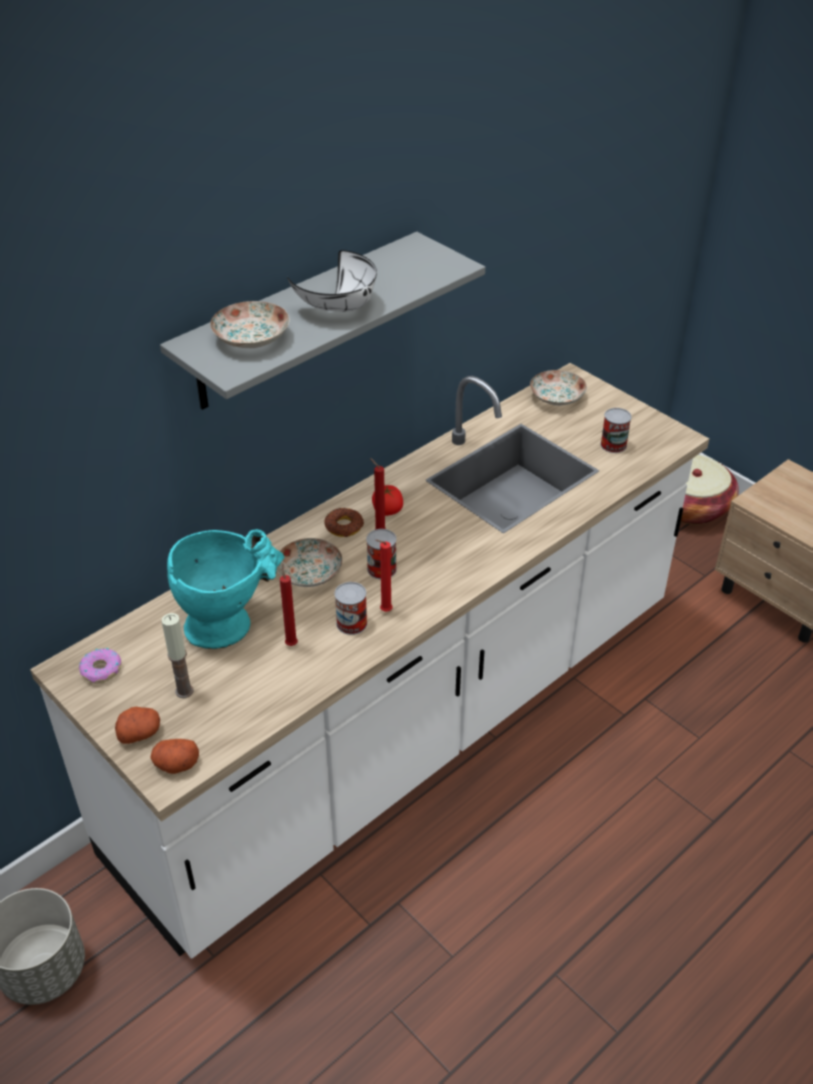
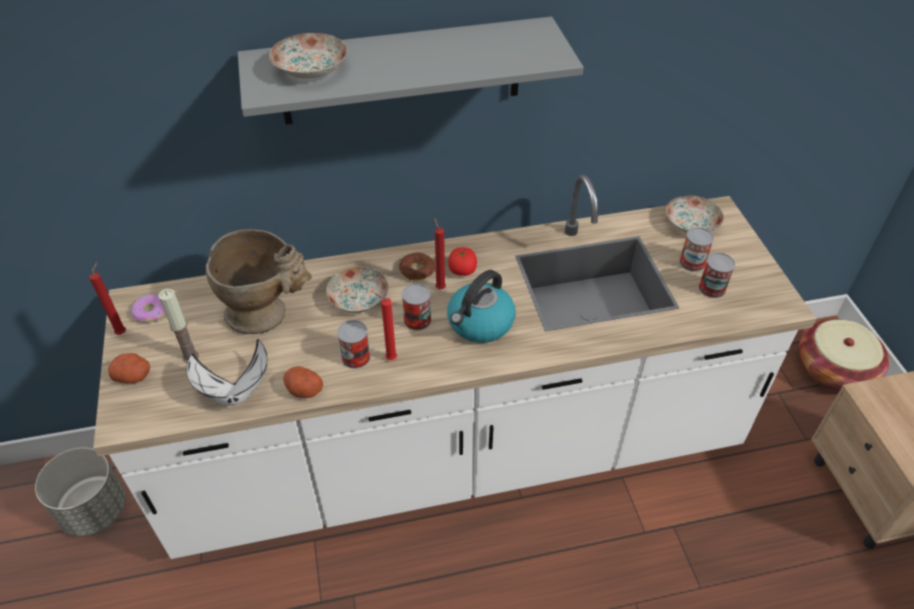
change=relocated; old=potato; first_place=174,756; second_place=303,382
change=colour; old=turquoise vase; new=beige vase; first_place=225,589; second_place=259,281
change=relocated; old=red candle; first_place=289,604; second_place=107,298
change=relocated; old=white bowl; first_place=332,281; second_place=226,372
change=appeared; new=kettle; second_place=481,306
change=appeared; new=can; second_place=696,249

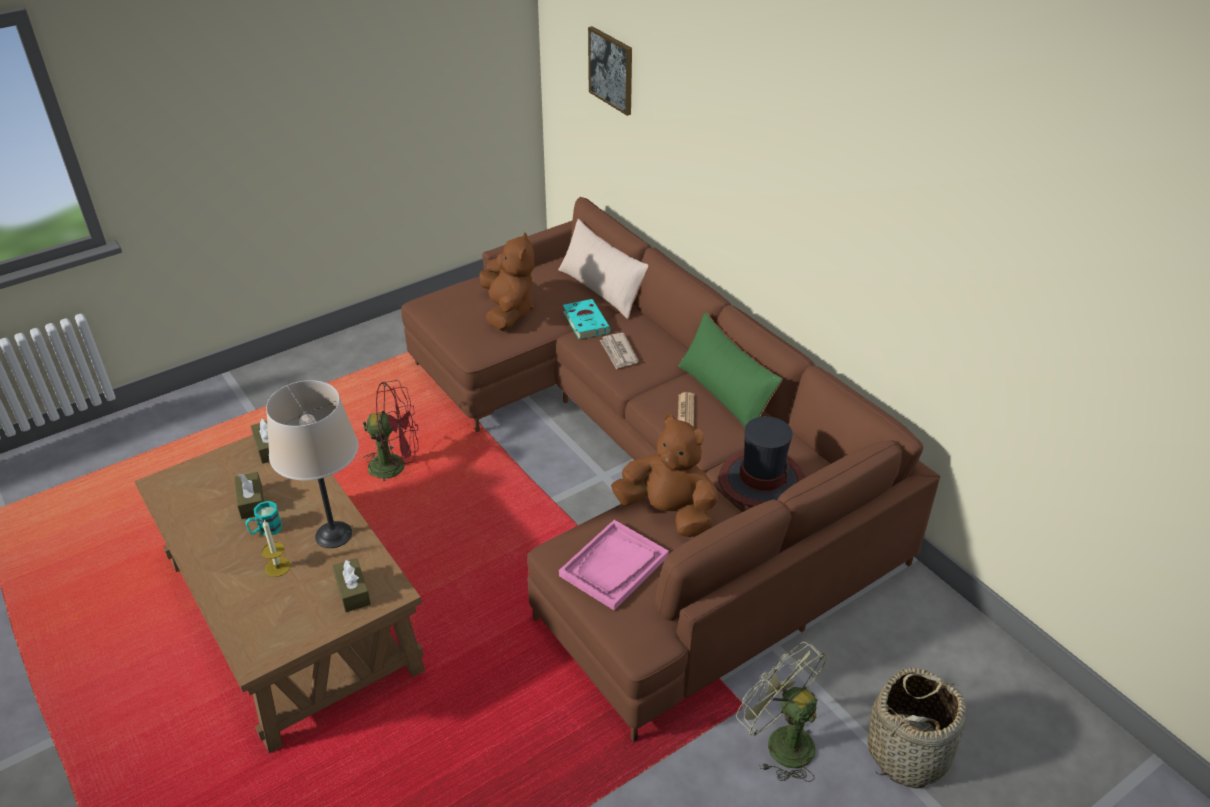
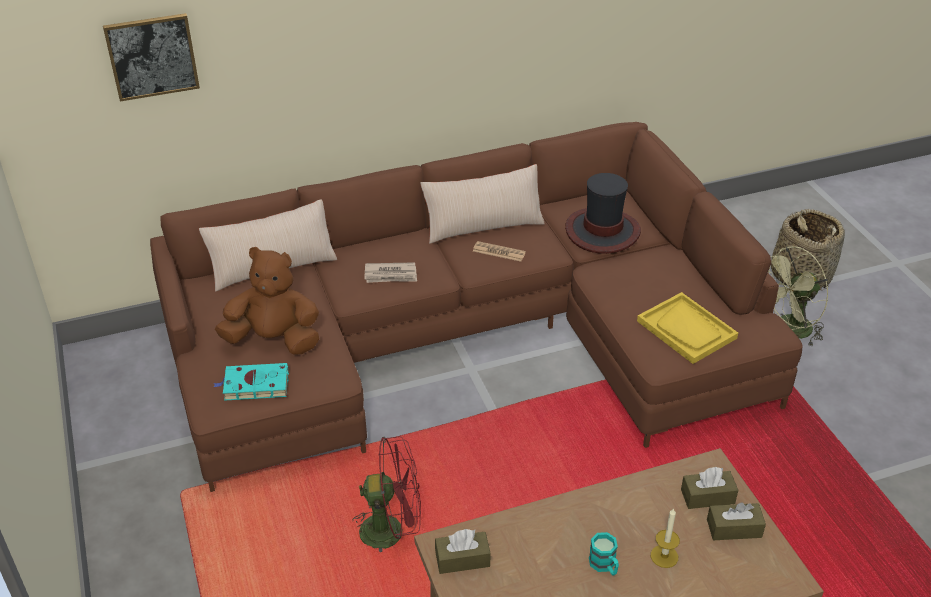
change=relocated; old=brown tissue box; first_place=249,495; second_place=736,521
change=missing; old=beige table lamp; first_place=312,464
change=spun; old=red fan; first_place=390,430; second_place=387,494; degrees=75
change=colour; old=pink tray; new=yellow tray; first_place=614,565; second_place=687,328
change=relocated; old=turquoise book; first_place=587,319; second_place=251,382
change=missing; old=brown plush toy; first_place=664,475
change=colour; old=green pillow; new=beige pillow; first_place=730,370; second_place=482,204

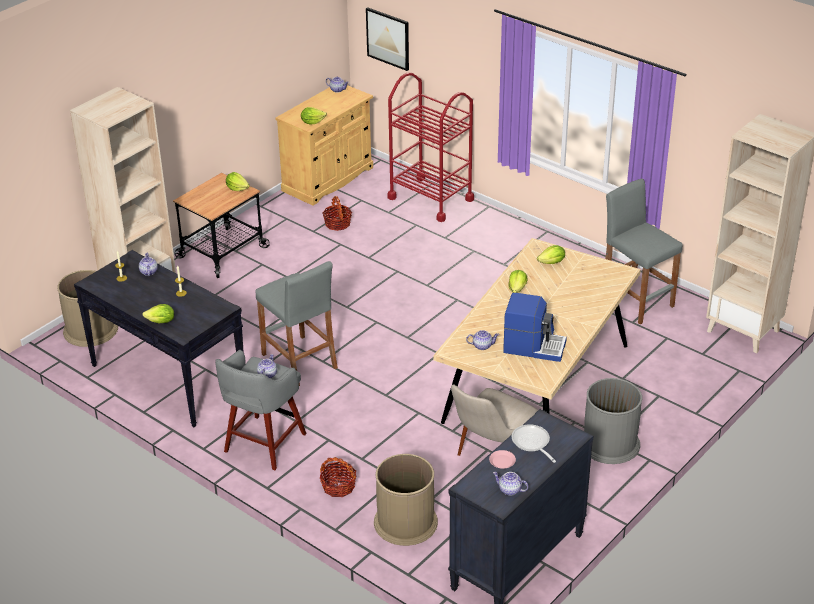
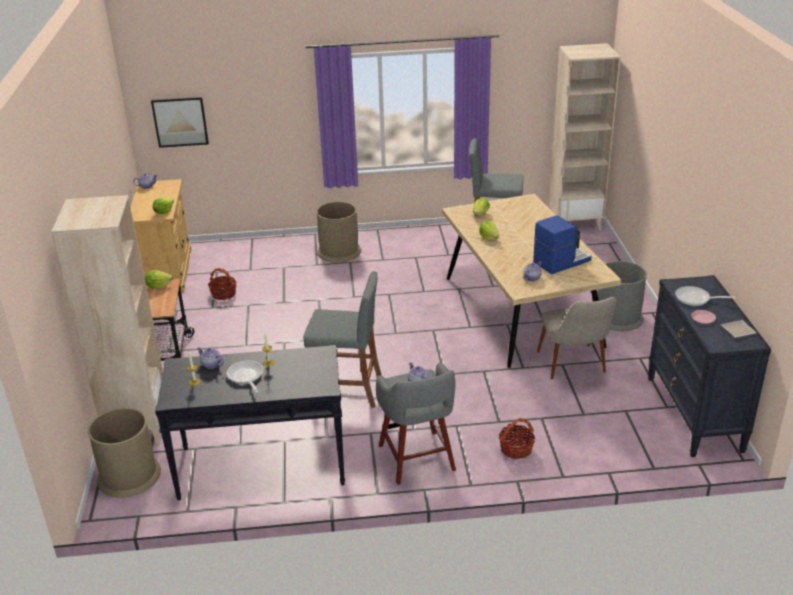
change=missing; old=lettuce; first_place=158,313
change=relocated; old=brown trash can; first_place=406,500; second_place=338,232
change=missing; old=red cart; first_place=431,147
change=exchanged; old=teapot; new=plate; first_place=511,484; second_place=739,329
change=appeared; new=frying pan; second_place=245,377

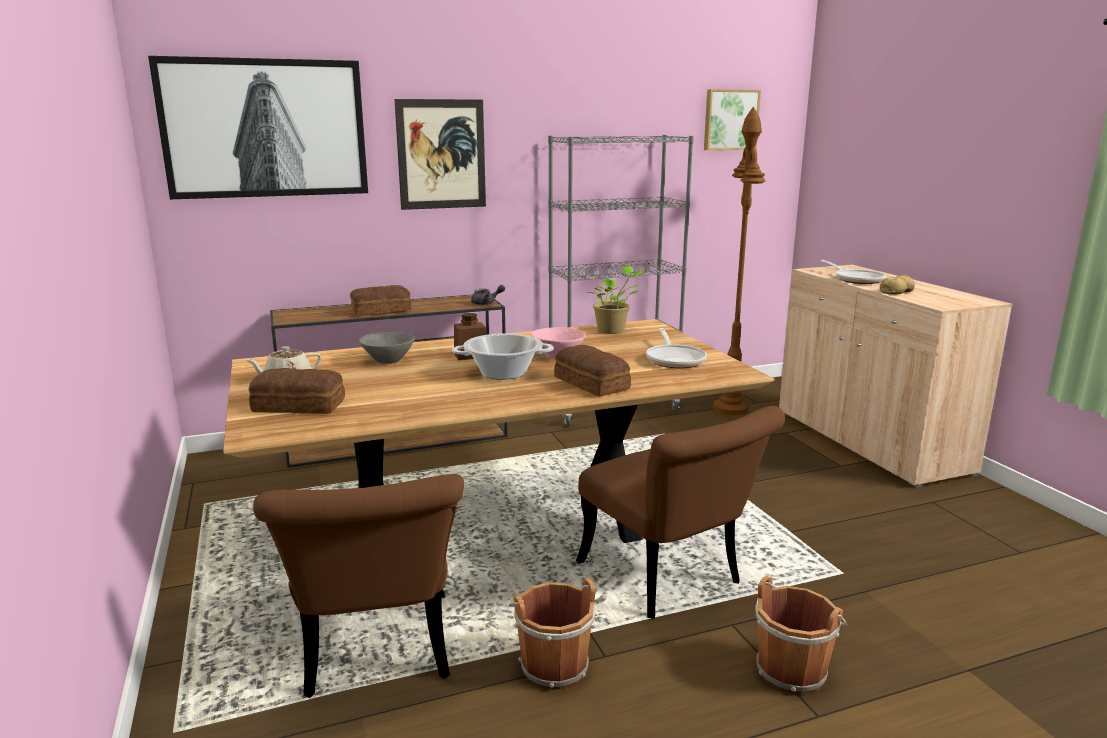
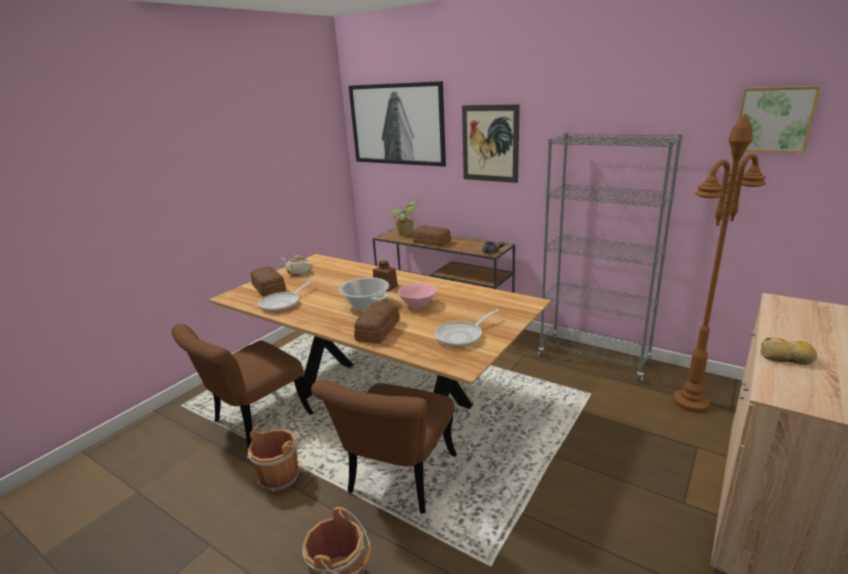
change=missing; old=grey bowl; first_place=387,348
change=relocated; old=potted plant; first_place=616,300; second_place=404,218
change=relocated; old=frying pan; first_place=853,272; second_place=286,296

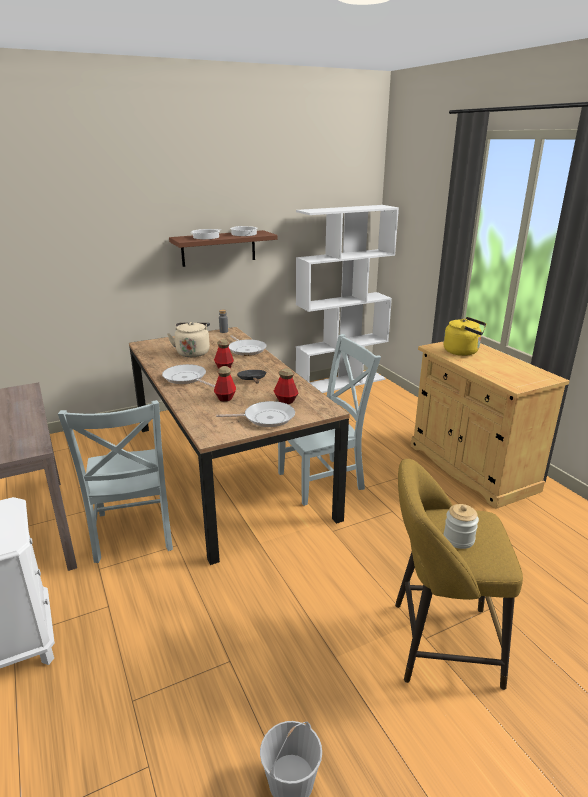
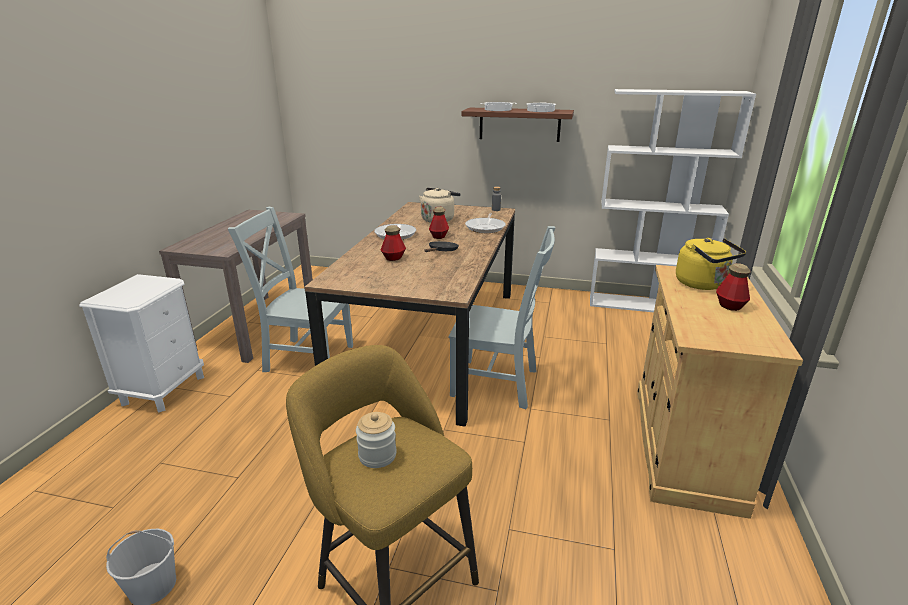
change=spun; old=grey chair; first_place=115,481; second_place=290,289; degrees=75
change=missing; old=frying pan; first_place=255,414
change=relocated; old=bottle; first_place=286,386; second_place=733,287

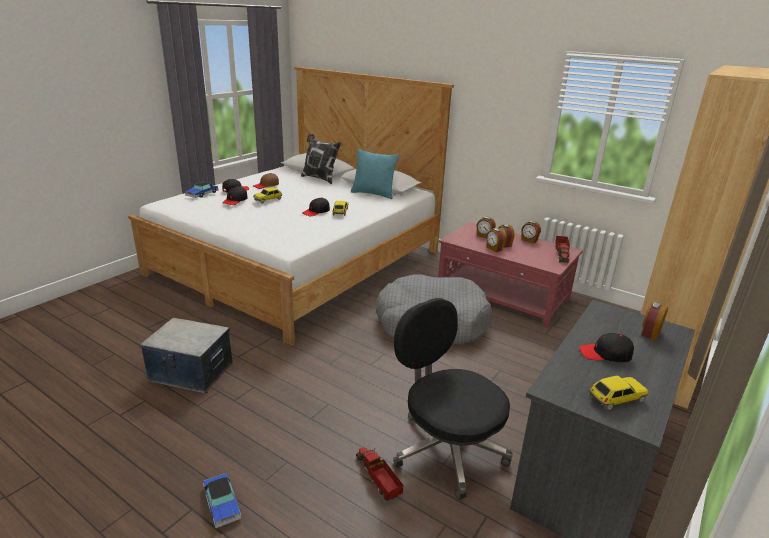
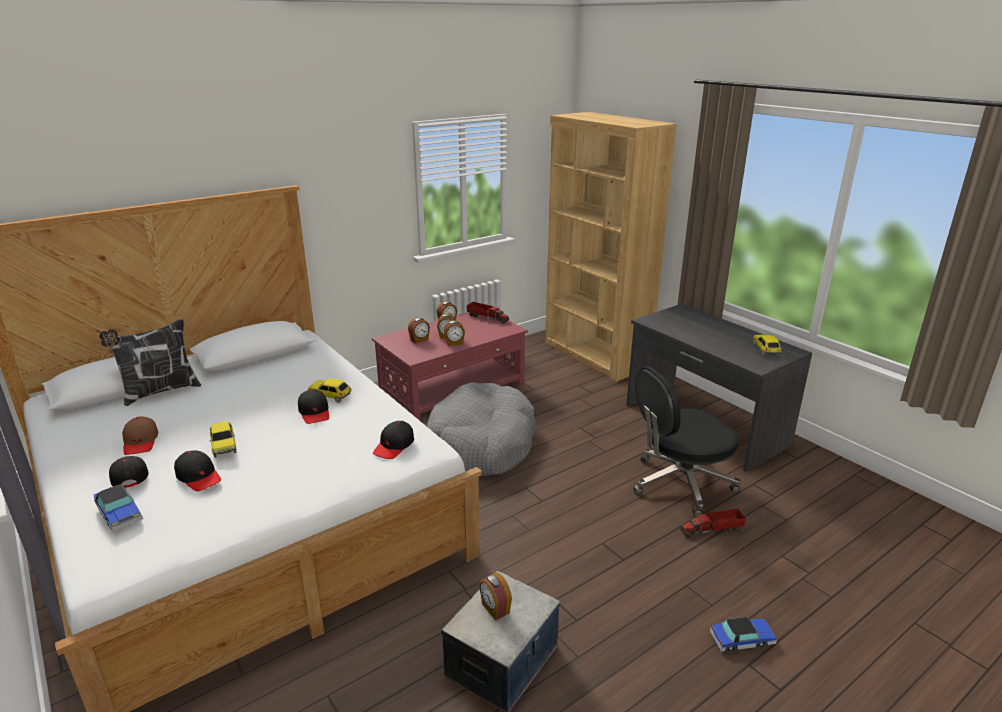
change=missing; old=turquoise pillow; first_place=375,174
change=relocated; old=black cap; first_place=606,348; second_place=393,440
change=relocated; old=alarm clock; first_place=654,321; second_place=495,596

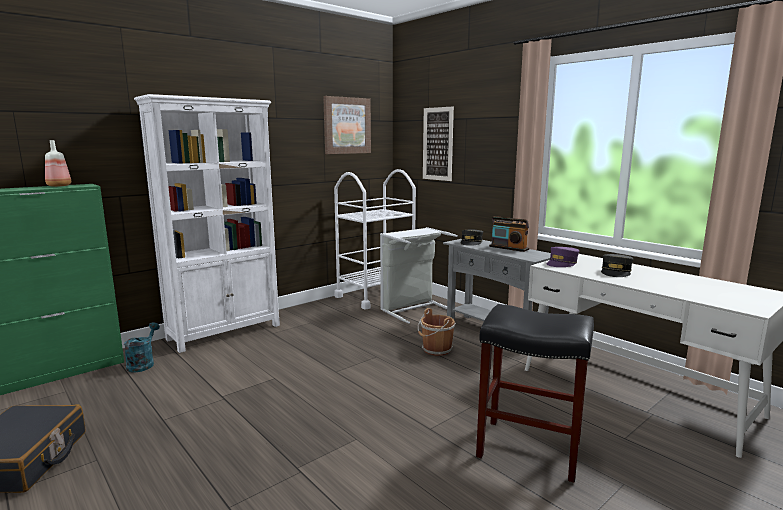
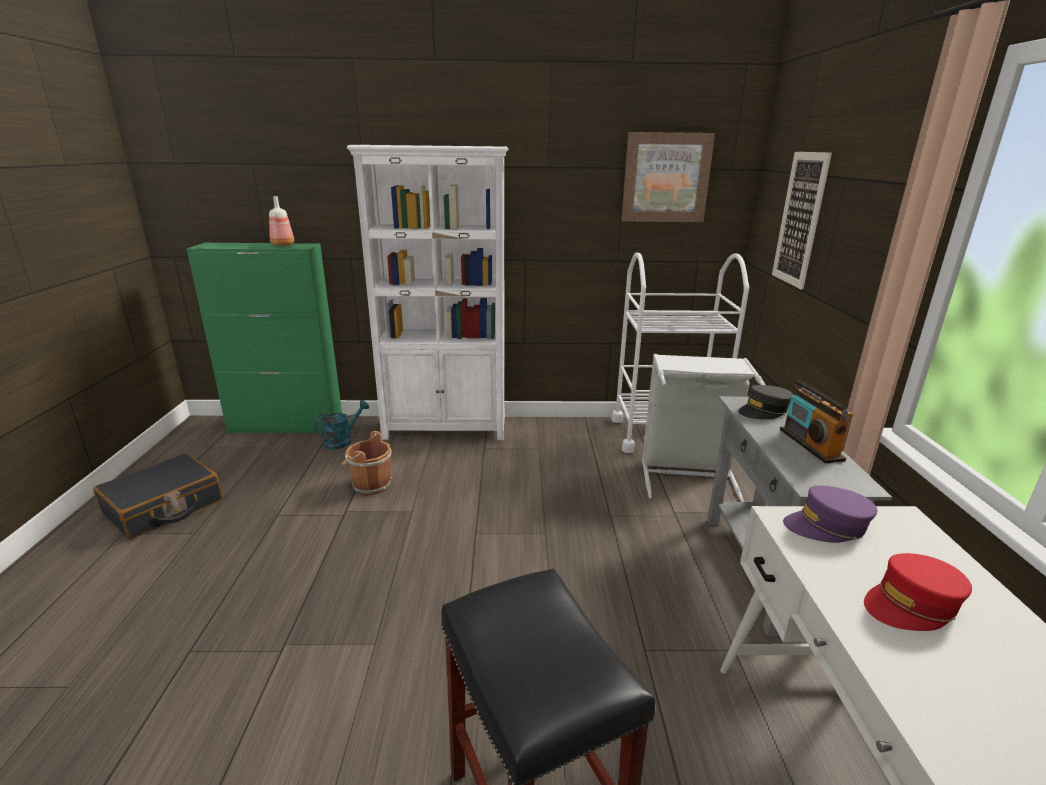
change=relocated; old=brown bucket; first_place=437,332; second_place=366,463
change=colour; old=grey cap; new=red cap; first_place=617,265; second_place=918,592

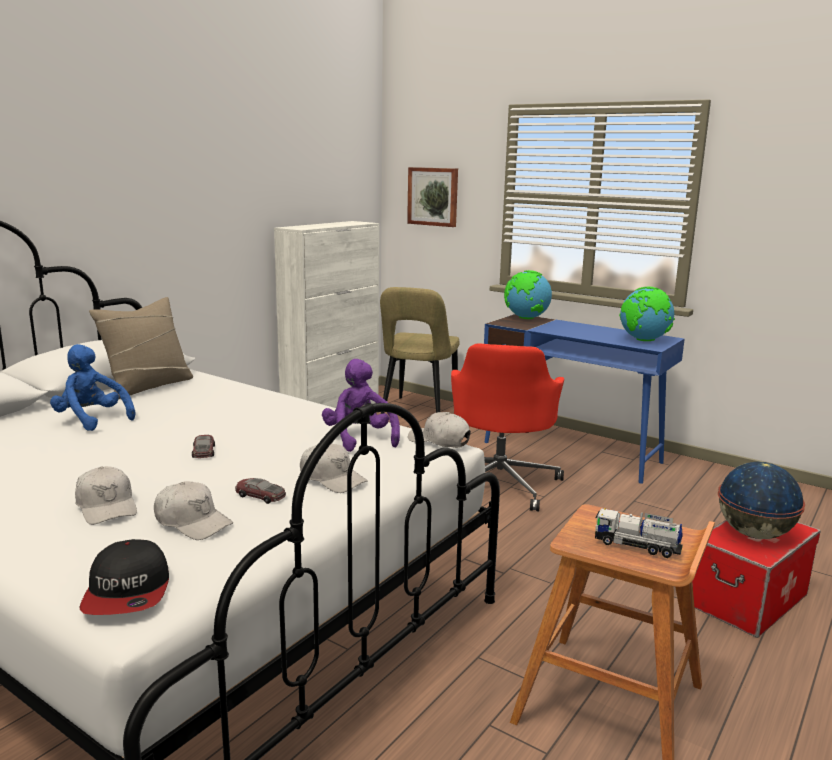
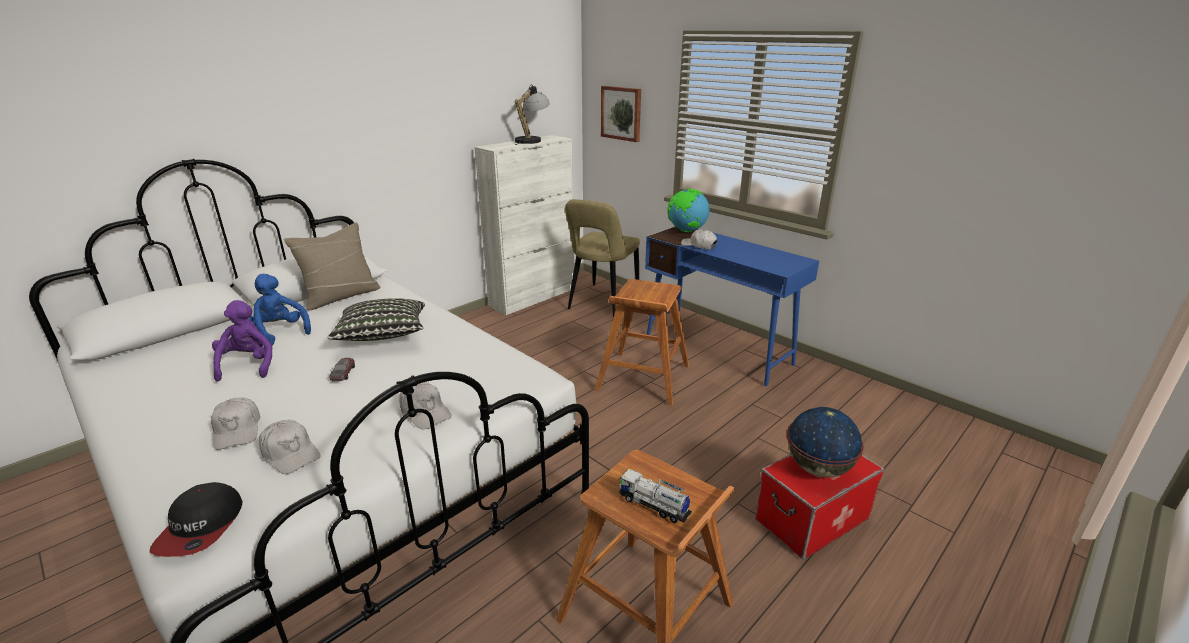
change=missing; old=toy car; first_place=260,491
change=relocated; old=purple plush toy; first_place=361,405; second_place=242,340
change=relocated; old=white cap; first_place=439,430; second_place=699,239
change=exchanged; old=red office chair; new=brown stool; first_place=507,427; second_place=642,342
change=missing; old=globe; first_place=647,314
change=appeared; new=pillow; second_place=376,319
change=appeared; new=table lamp; second_place=532,114

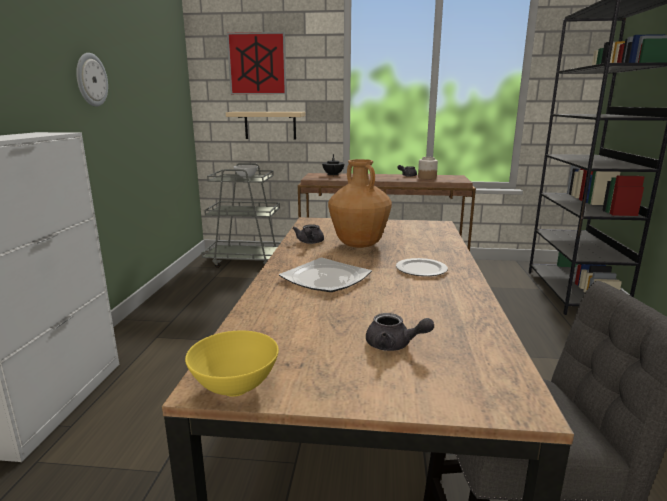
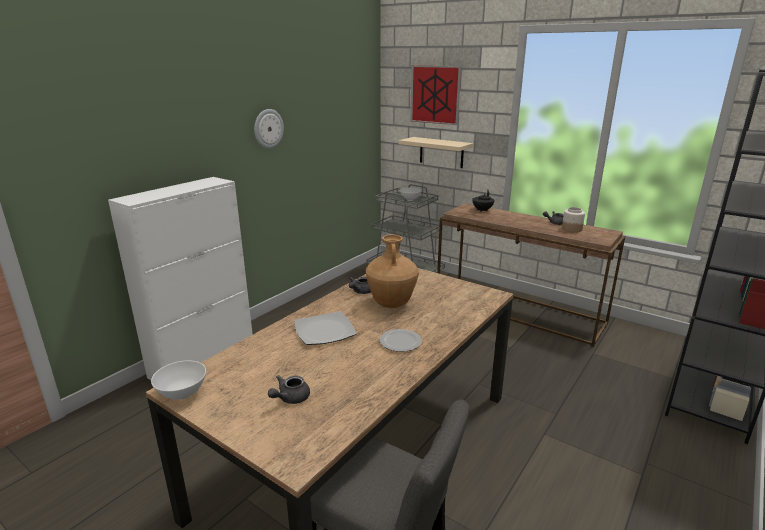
change=colour; old=yellow bowl; new=white bowl; first_place=232,364; second_place=178,380
change=spun; old=grey teapot; first_place=400,332; second_place=289,389; degrees=75

